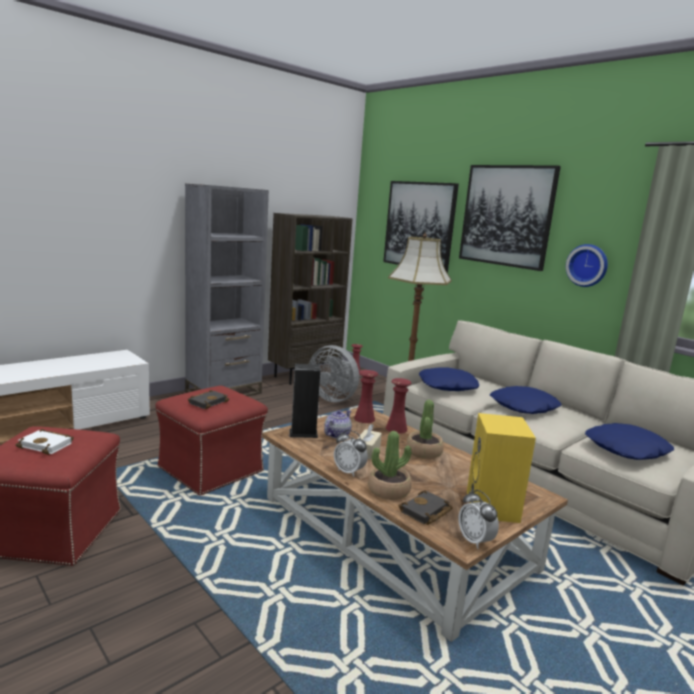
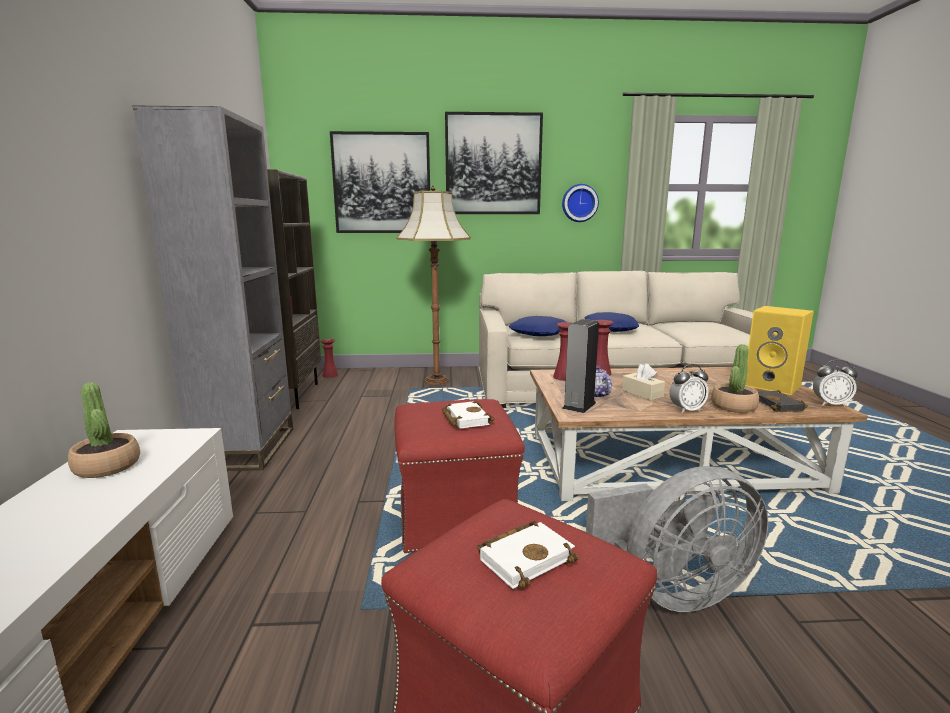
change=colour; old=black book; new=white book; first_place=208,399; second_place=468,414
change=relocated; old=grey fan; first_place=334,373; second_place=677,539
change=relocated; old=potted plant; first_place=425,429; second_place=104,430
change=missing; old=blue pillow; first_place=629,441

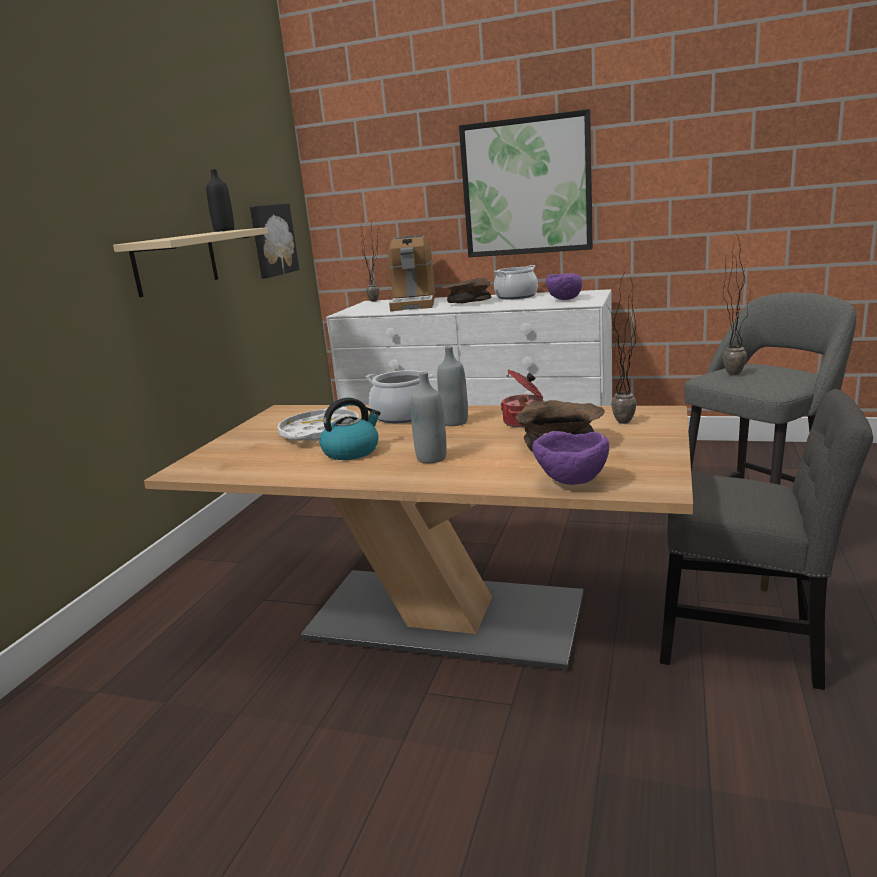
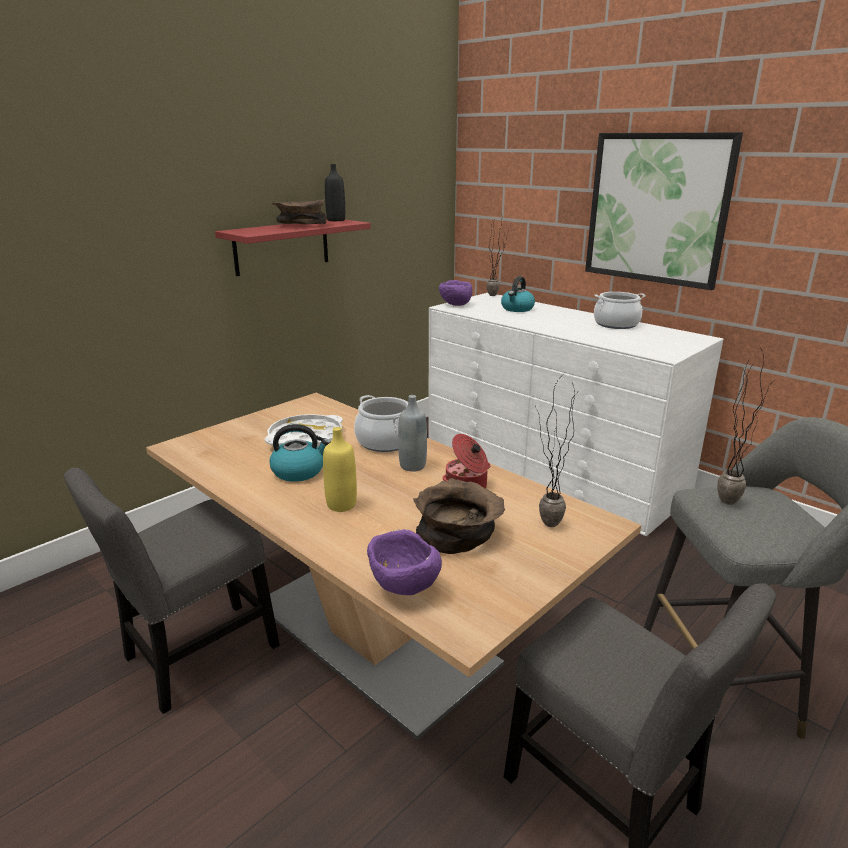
change=colour; old=beige shelf; new=red shelf; first_place=190,262; second_place=293,248
change=missing; old=picture; first_place=274,241
change=exchanged; old=coffee machine; new=kettle; first_place=412,273; second_place=518,294
change=colour; old=grey bottle; new=yellow bottle; first_place=429,417; second_place=340,469
change=relocated; old=brown bowl; first_place=466,290; second_place=299,211
change=relocated; old=purple bowl; first_place=564,286; second_place=456,293
change=appeared; new=grey chair; second_place=172,591

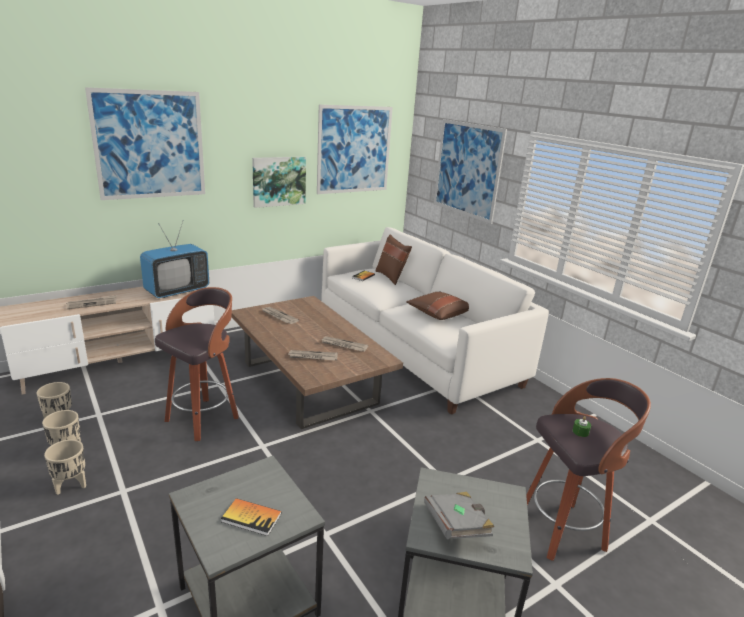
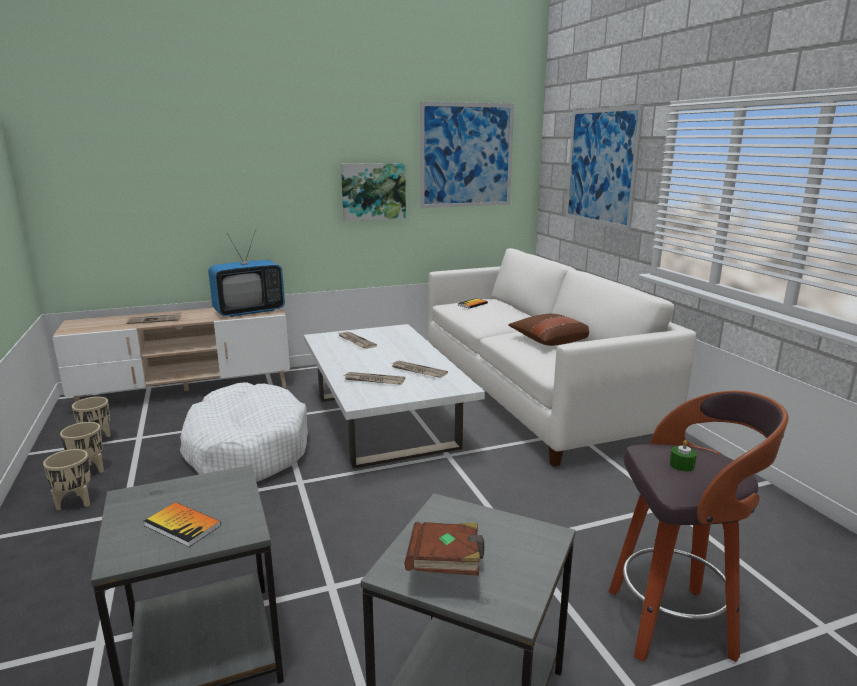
change=missing; old=picture; first_place=145,143
change=exchanged; old=stool; new=white dog bed; first_place=197,364; second_place=244,432
change=colour; old=brown coffee table; new=white coffee table; first_place=317,362; second_place=394,396
change=missing; old=brown pillow; first_place=393,260
change=colour; old=grey book; new=brown book; first_place=459,515; second_place=444,549

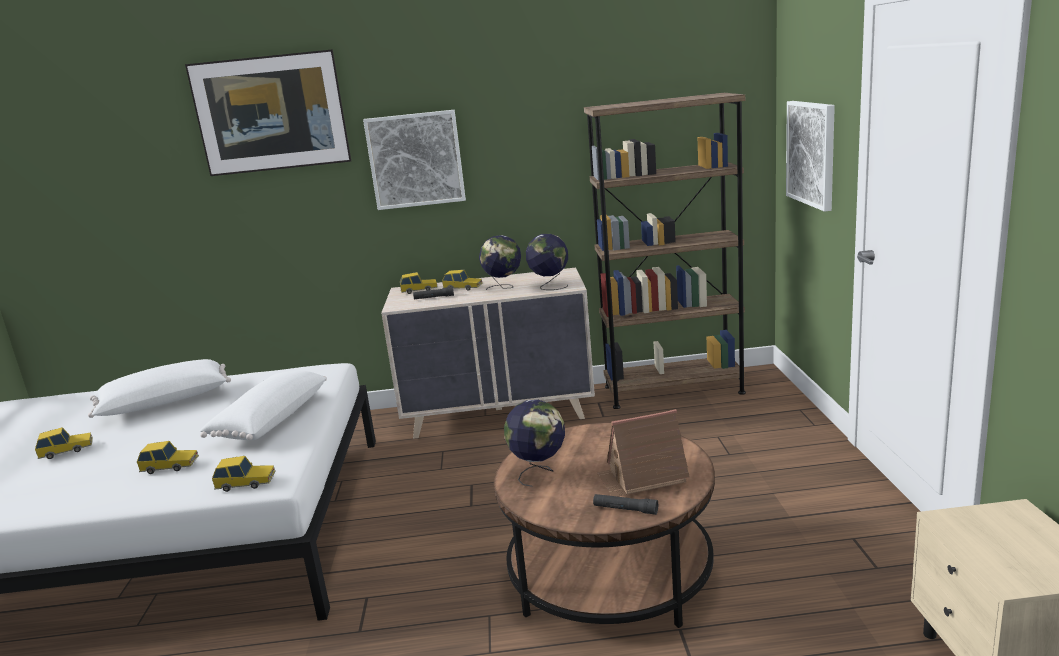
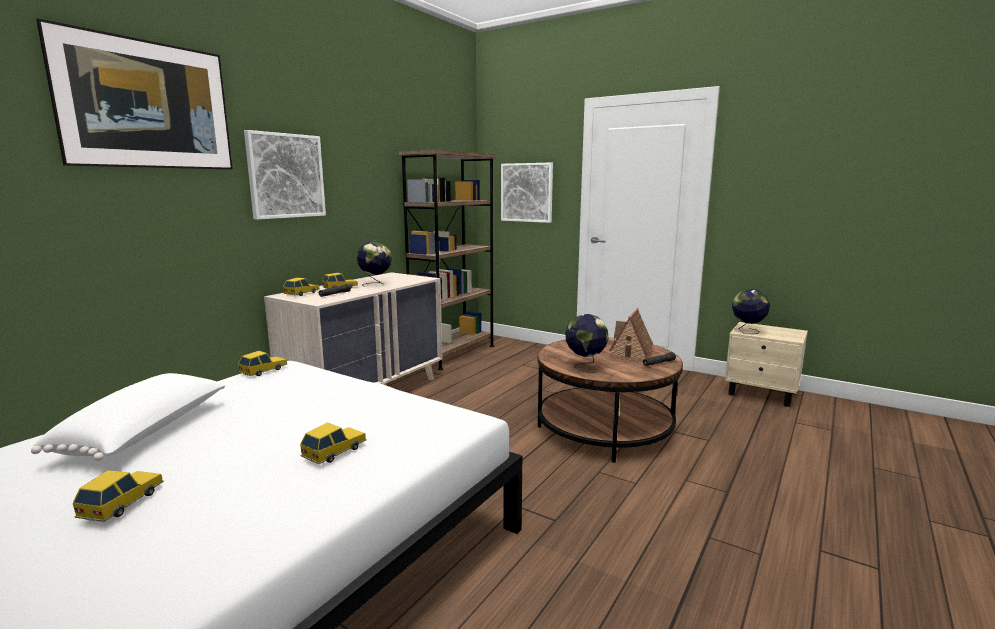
change=missing; old=white pillow; first_place=263,405
change=relocated; old=toy car; first_place=244,474; second_place=262,363
change=relocated; old=globe; first_place=547,262; second_place=751,311

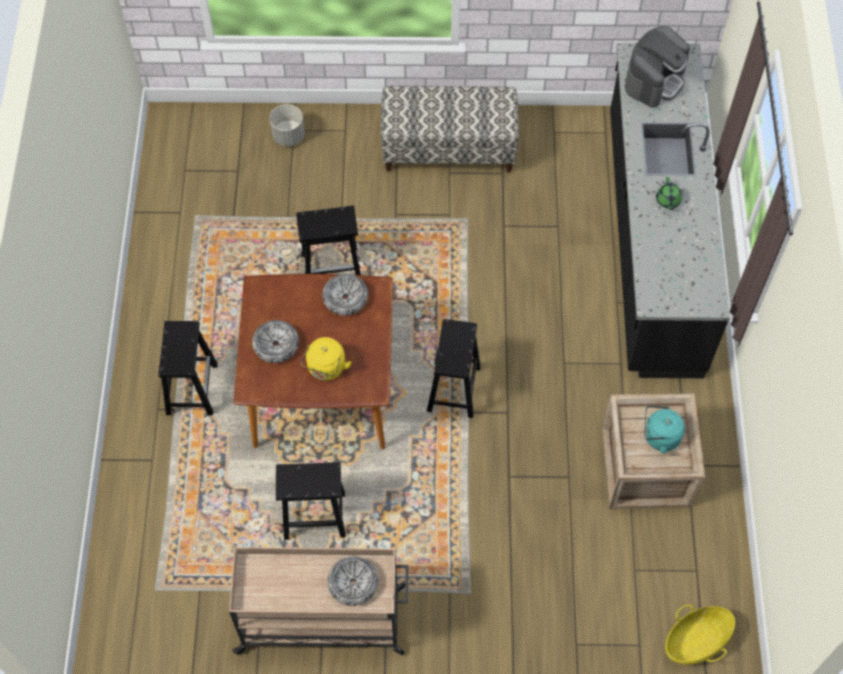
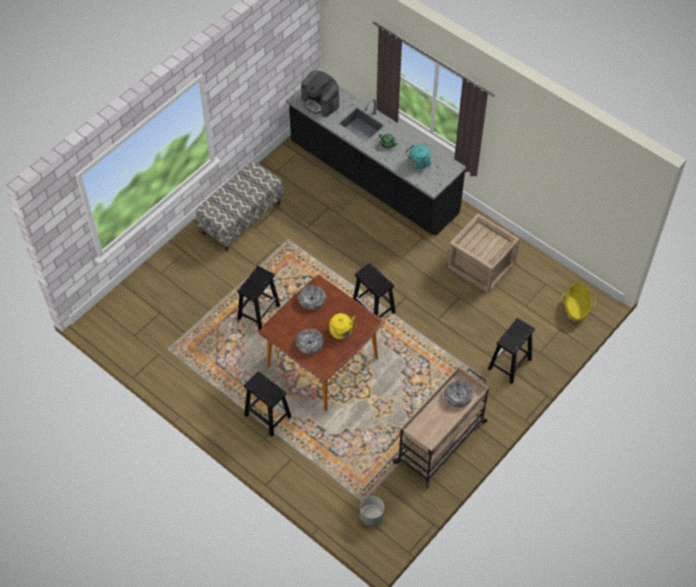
change=relocated; old=grey planter; first_place=287,125; second_place=372,511
change=relocated; old=black stool; first_place=311,501; second_place=511,351
change=spun; old=coffee machine; first_place=657,67; second_place=320,93; degrees=150
change=relocated; old=turquoise kettle; first_place=664,429; second_place=418,157

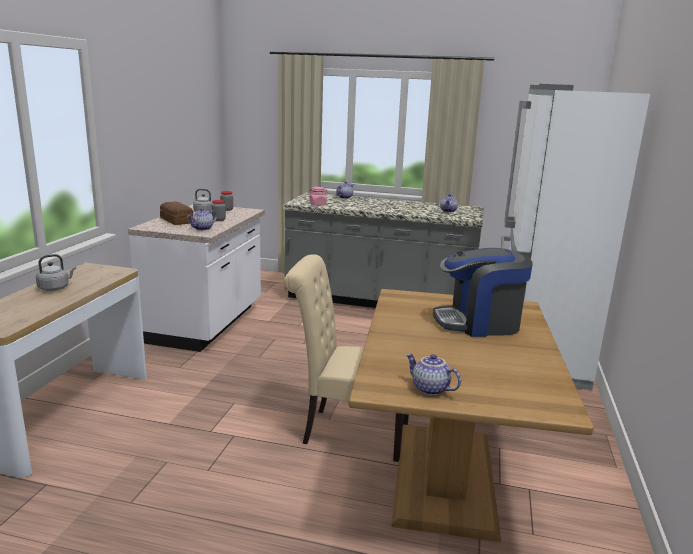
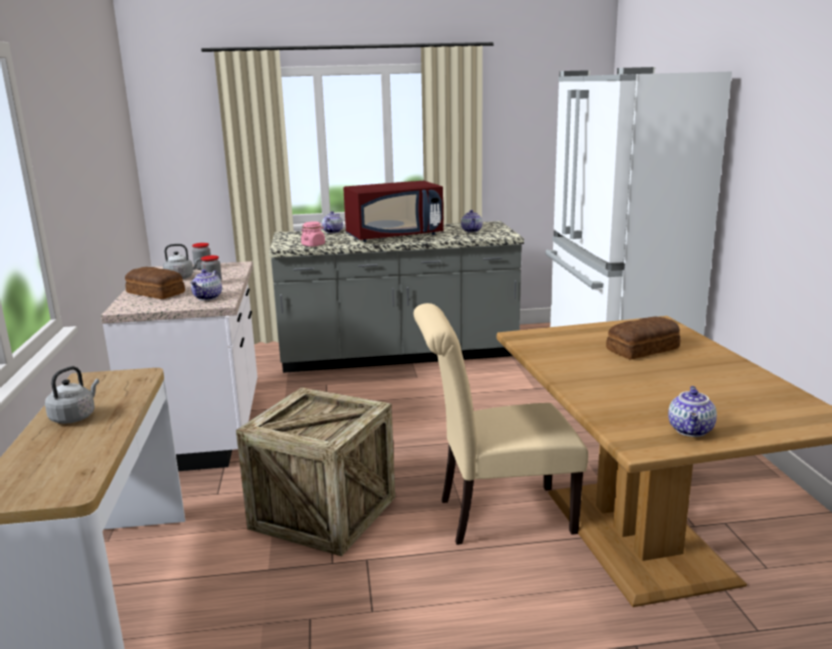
change=spun; old=teapot; first_place=433,374; second_place=692,411; degrees=-90
change=exchanged; old=coffee machine; new=bread; first_place=483,292; second_place=643,338
change=appeared; new=crate; second_place=315,471
change=appeared; new=red microwave; second_place=393,211

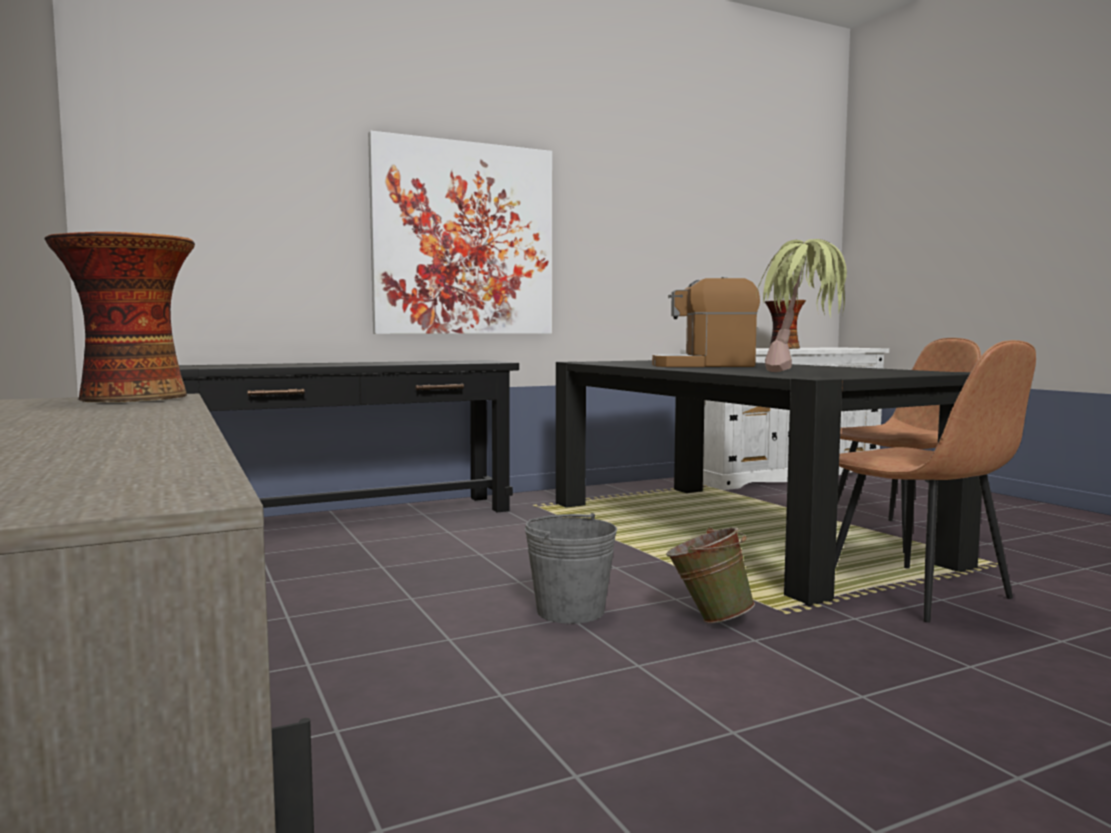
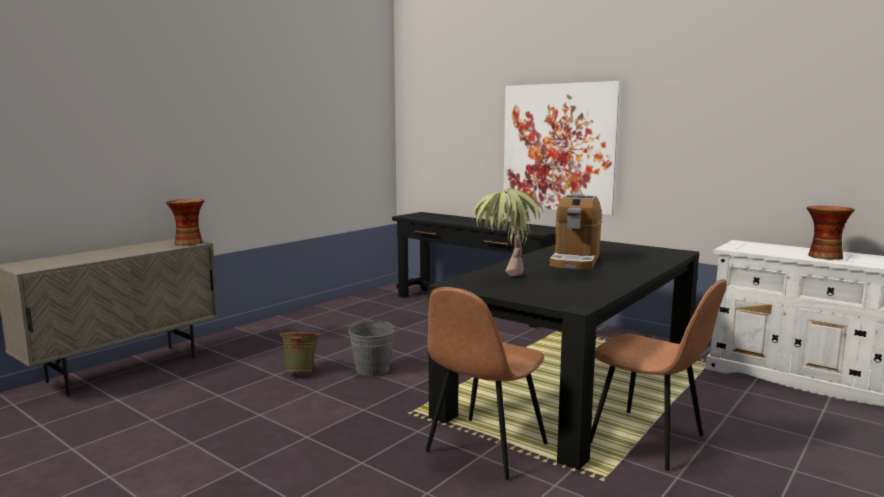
change=spun; old=coffee machine; first_place=706,322; second_place=576,232; degrees=-135
change=relocated; old=green bucket; first_place=710,575; second_place=300,352

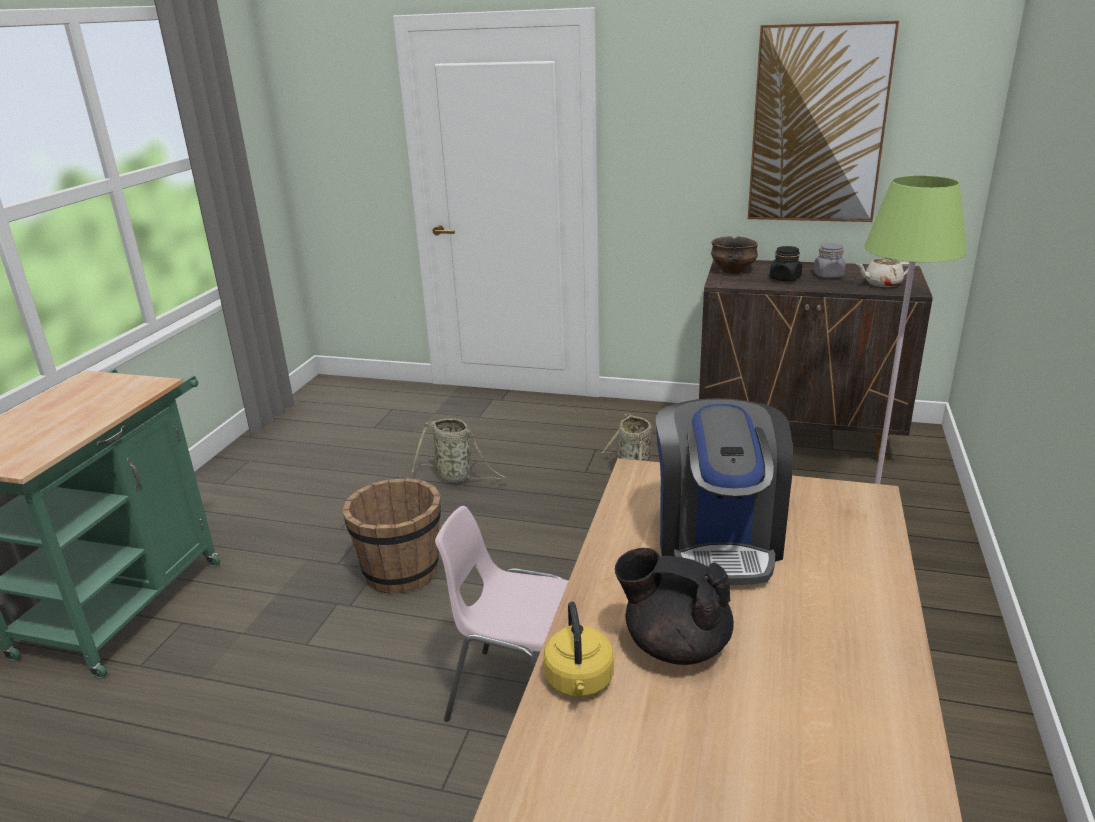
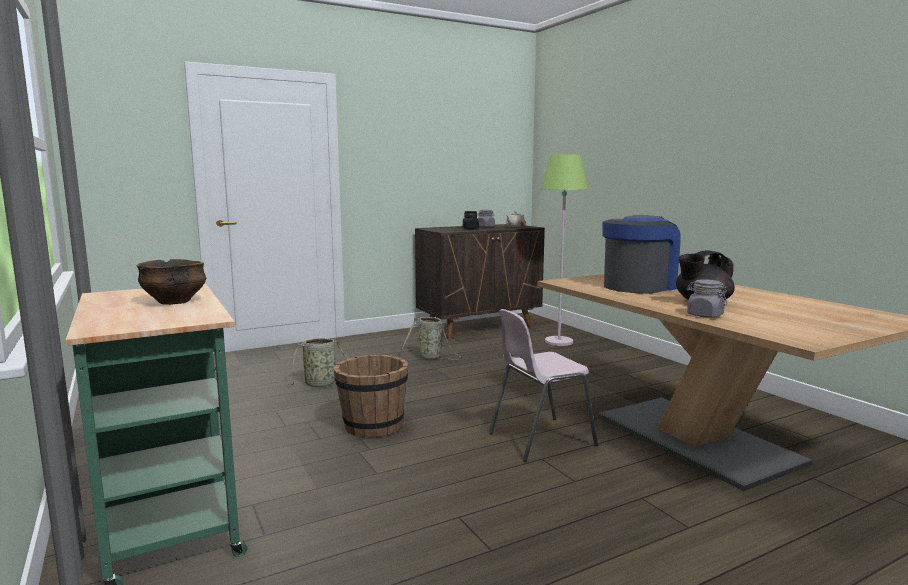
change=exchanged; old=yellow kettle; new=grey jar; first_place=579,649; second_place=706,298
change=spun; old=coffee machine; first_place=724,491; second_place=641,254; degrees=-90
change=relocated; old=bowl; first_place=734,255; second_place=171,282
change=missing; old=picture; first_place=823,121

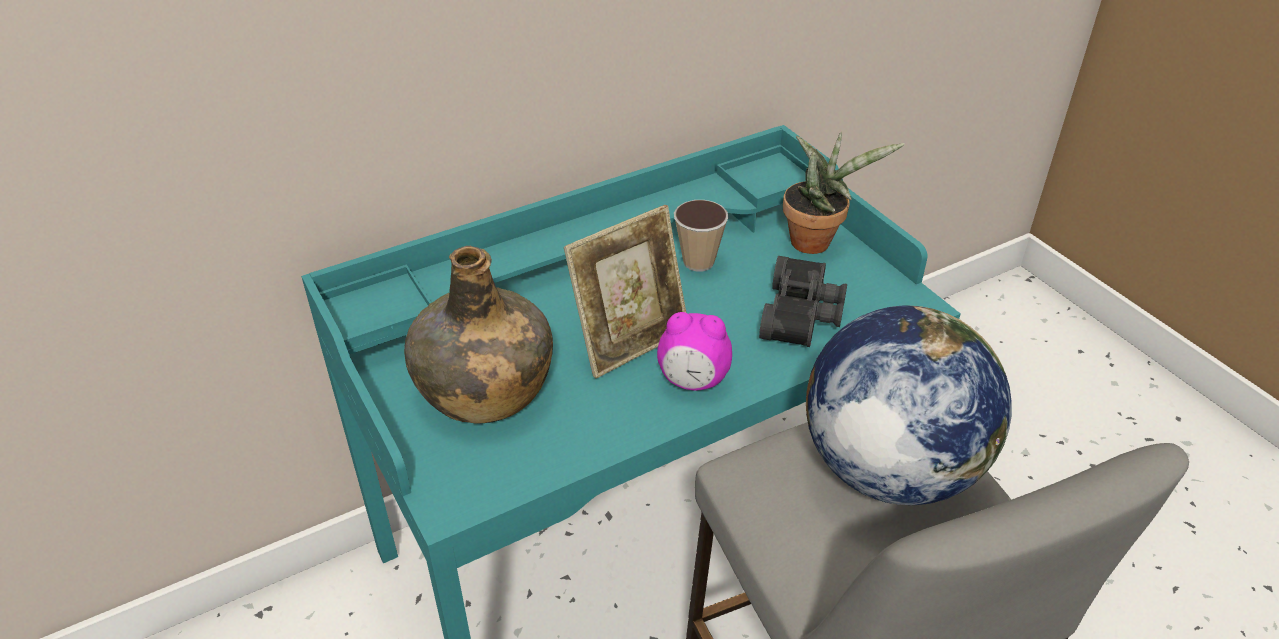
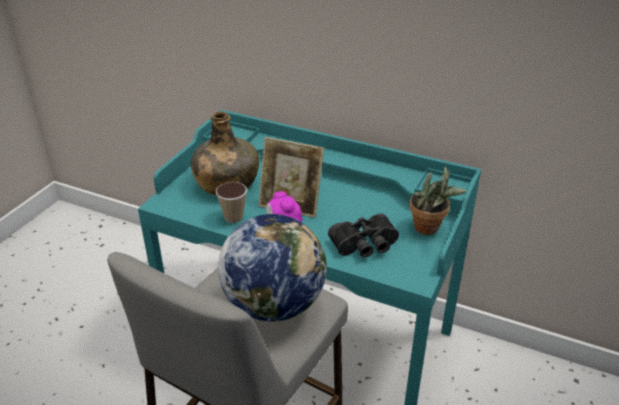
change=relocated; old=cup; first_place=701,235; second_place=231,202

